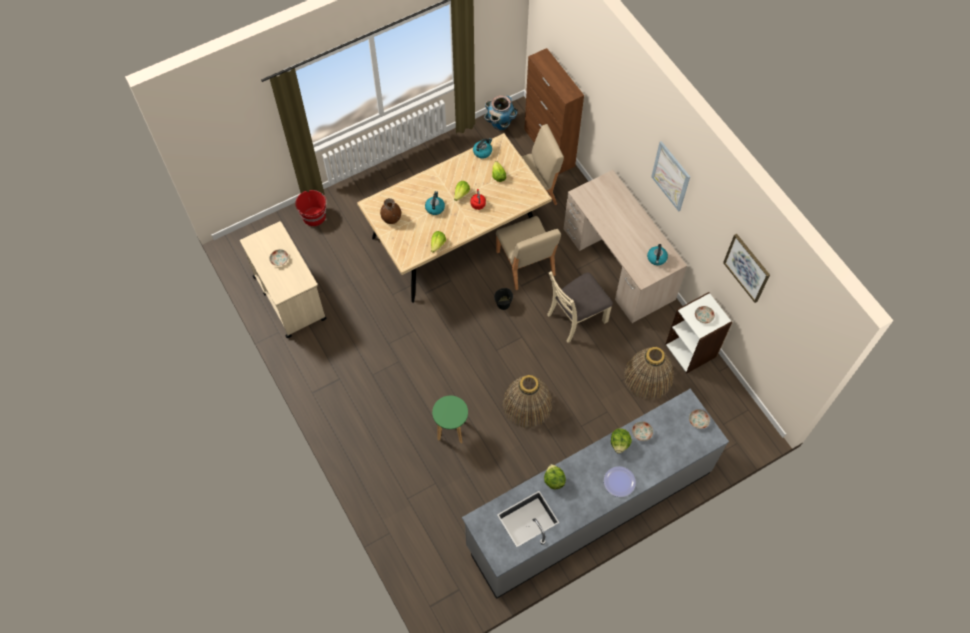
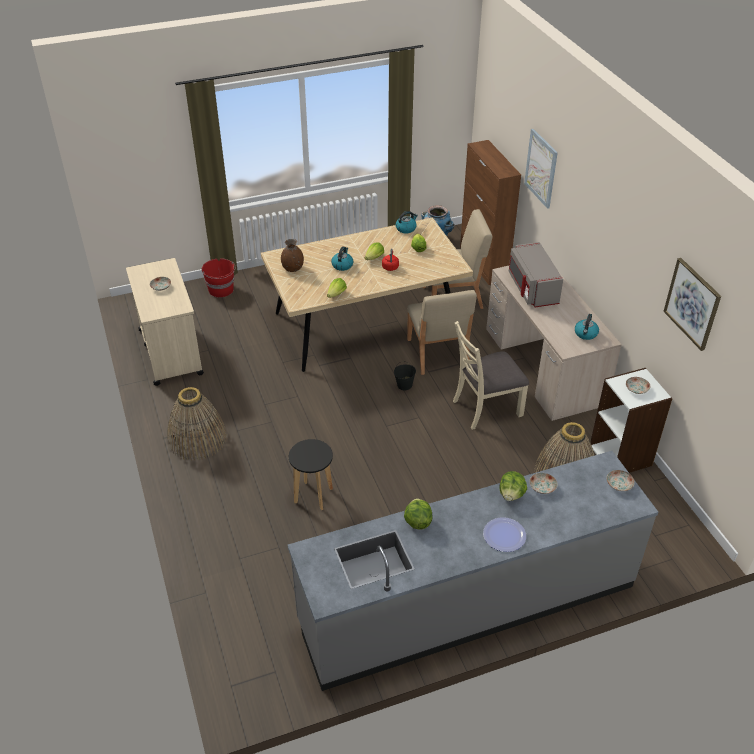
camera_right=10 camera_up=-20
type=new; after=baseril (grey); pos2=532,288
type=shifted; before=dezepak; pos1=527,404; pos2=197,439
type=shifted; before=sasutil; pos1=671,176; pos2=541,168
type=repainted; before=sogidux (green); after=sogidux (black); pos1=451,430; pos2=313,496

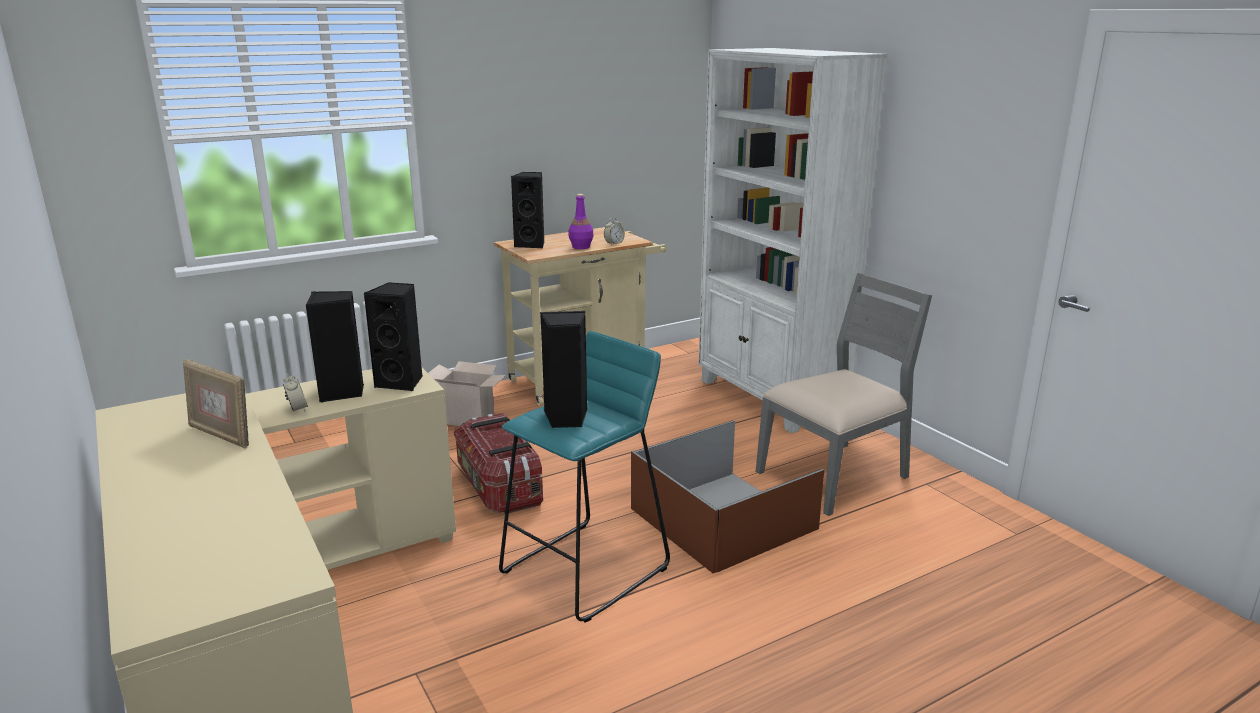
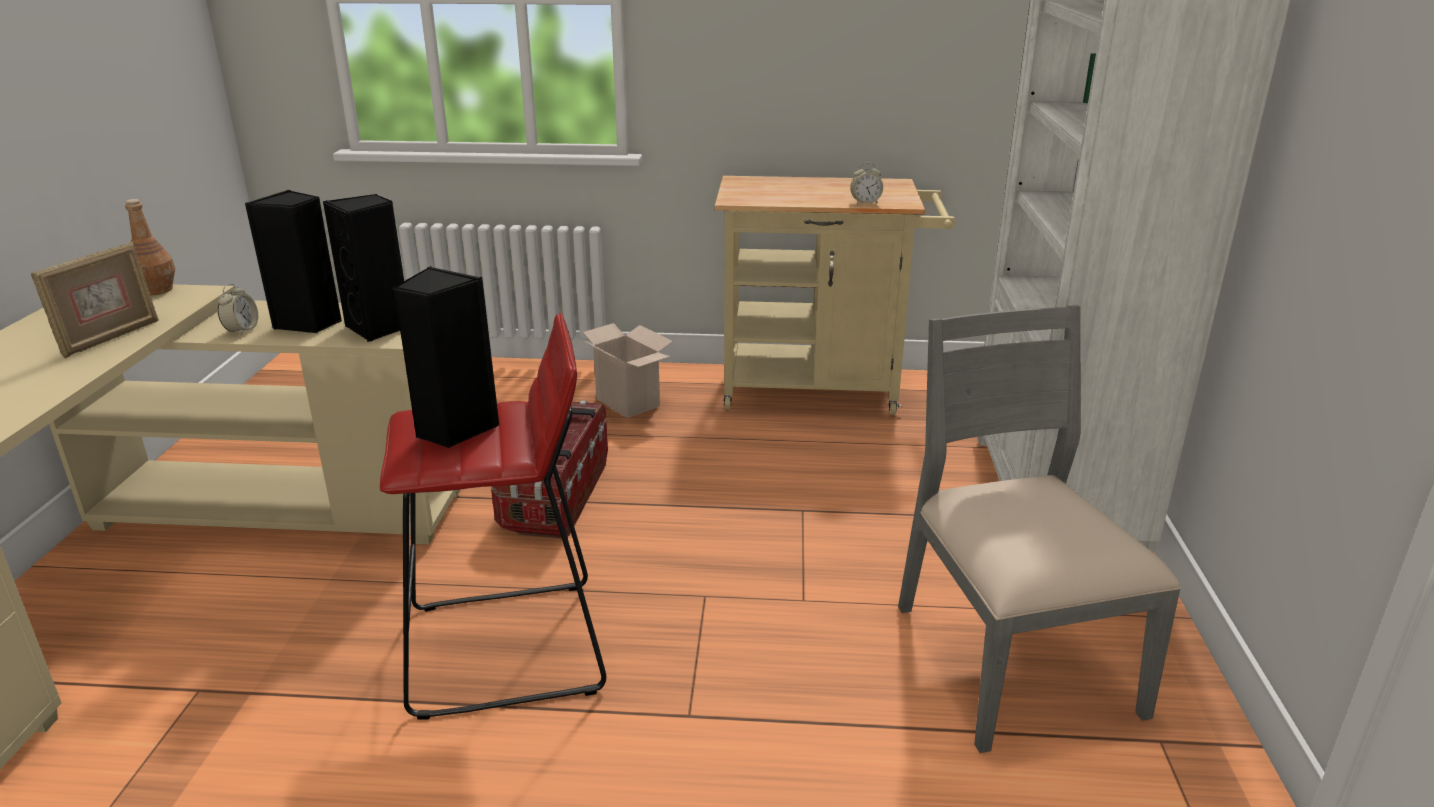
camera_right=35 camera_up=5
type=gone; before=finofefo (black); pos1=532,244
type=gone; before=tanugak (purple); pos1=580,247
type=gone; before=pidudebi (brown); pos1=724,520
type=new; after=tanugak (brown); pos2=156,290
type=repainted; before=sogidux (turquoise); after=sogidux (red); pos1=586,570; pos2=508,648
type=rotated; before=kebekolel; pos1=221,435; pos2=109,338; turn=-135
type=rotated; before=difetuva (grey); pos1=835,475; pos2=1009,658; turn=-105

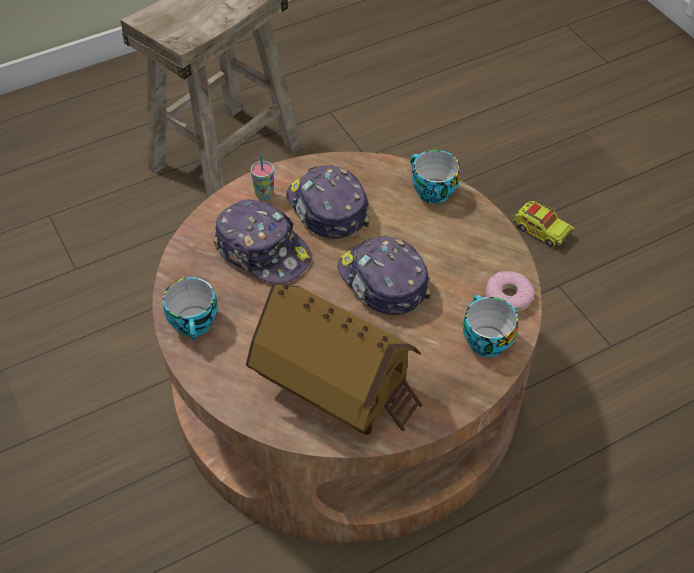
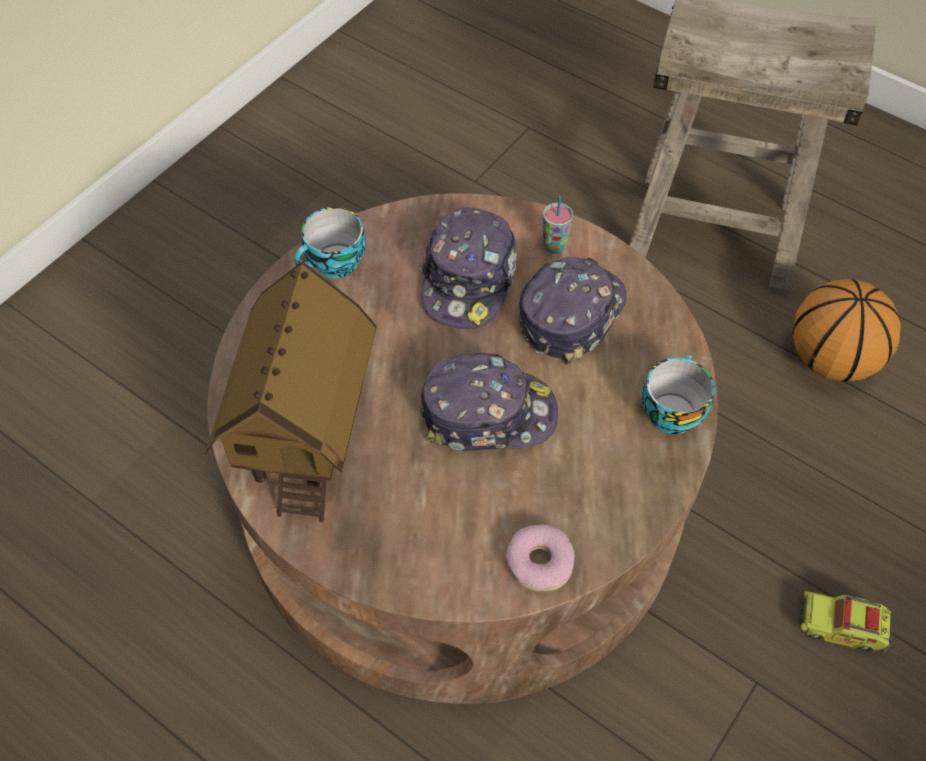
camera_right=65 camera_up=5
type=gone; before=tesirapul; pos1=484,340
type=new; after=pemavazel; pos2=830,358
type=rotated; before=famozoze; pos1=382,282; pos2=487,413; turn=60
type=rotated; before=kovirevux; pos1=541,230; pos2=841,626; turn=90

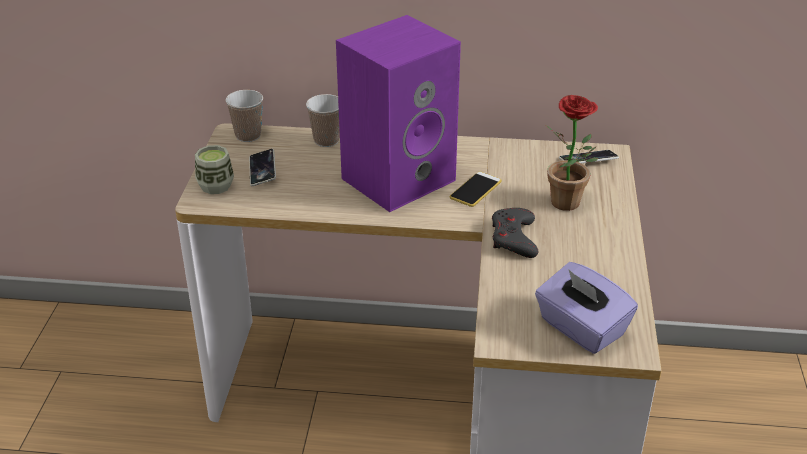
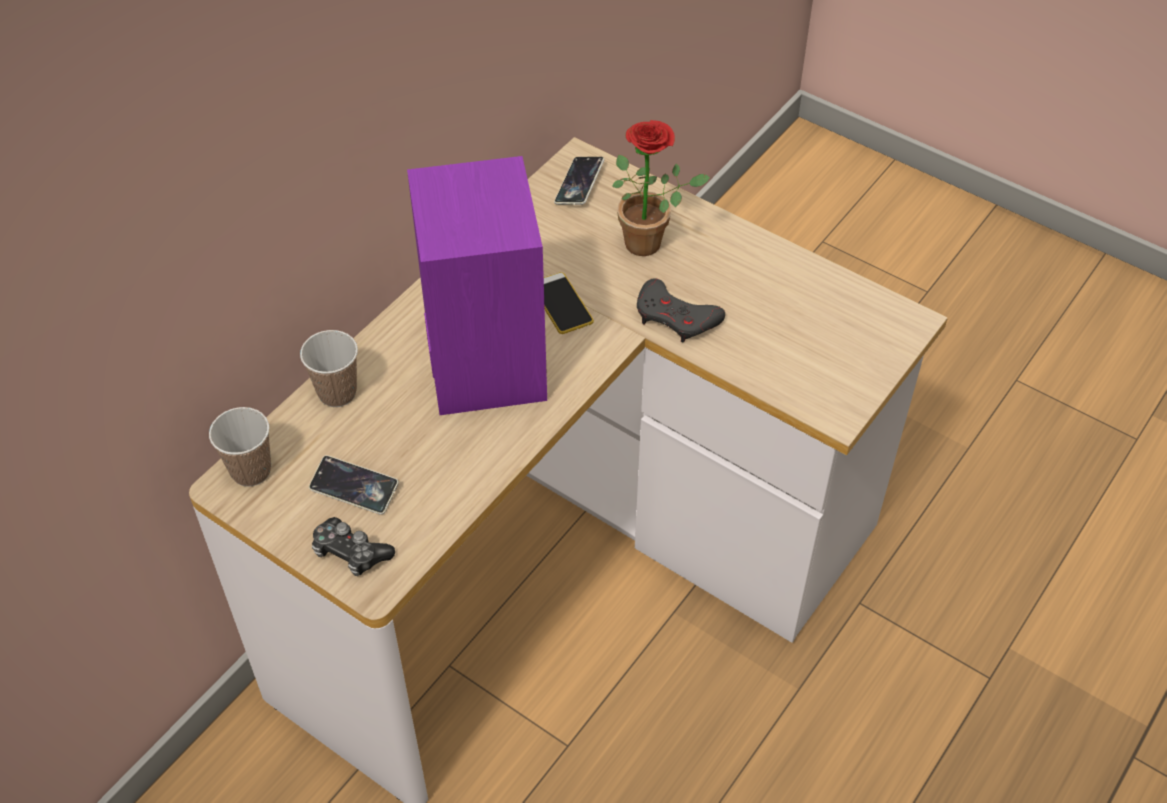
camera_right=-60 camera_up=15
type=gone; before=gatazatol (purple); pos1=581,329
type=swapped; before=tesirapul; after=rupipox; pos1=216,186; pos2=350,553

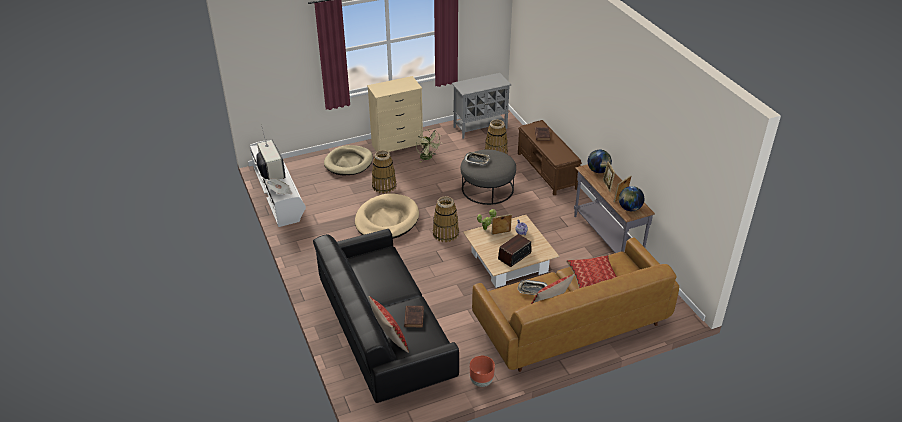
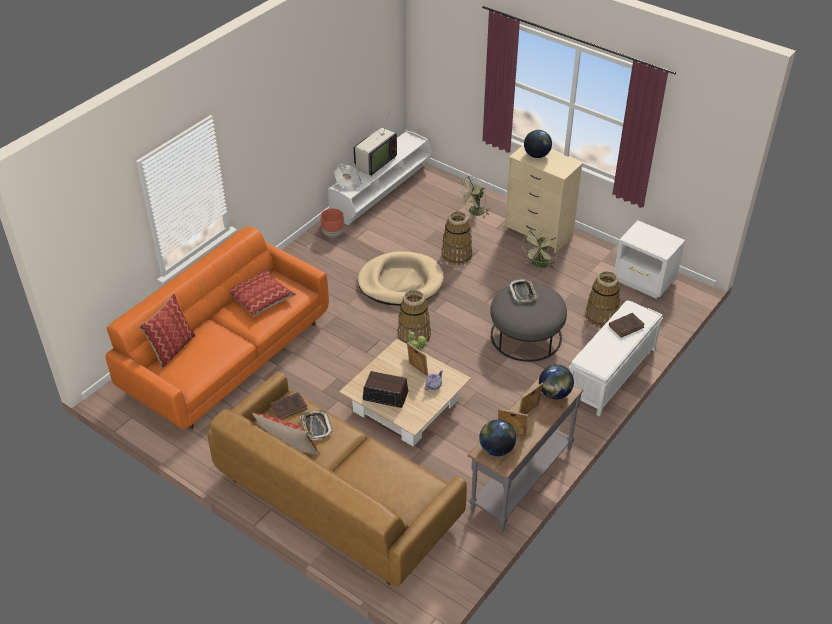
camera_right=60 camera_up=5
type=new; after=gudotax; pos2=536,155
type=shifted; before=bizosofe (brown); pos1=414,317; pos2=289,407
type=shifted; before=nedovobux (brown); pos1=481,382; pos2=332,234
type=shifted; before=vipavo; pos1=593,277; pos2=261,298
type=swapped; before=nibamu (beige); after=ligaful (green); pos1=349,162; pos2=474,213
type=swapped; before=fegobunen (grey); after=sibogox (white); pos1=480,127; pos2=644,282
type=repainted; before=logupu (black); after=logupu (orange); pos1=383,333; pos2=226,355
type=repainted; before=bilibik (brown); after=bilibik (white); pos1=547,171; pos2=610,374

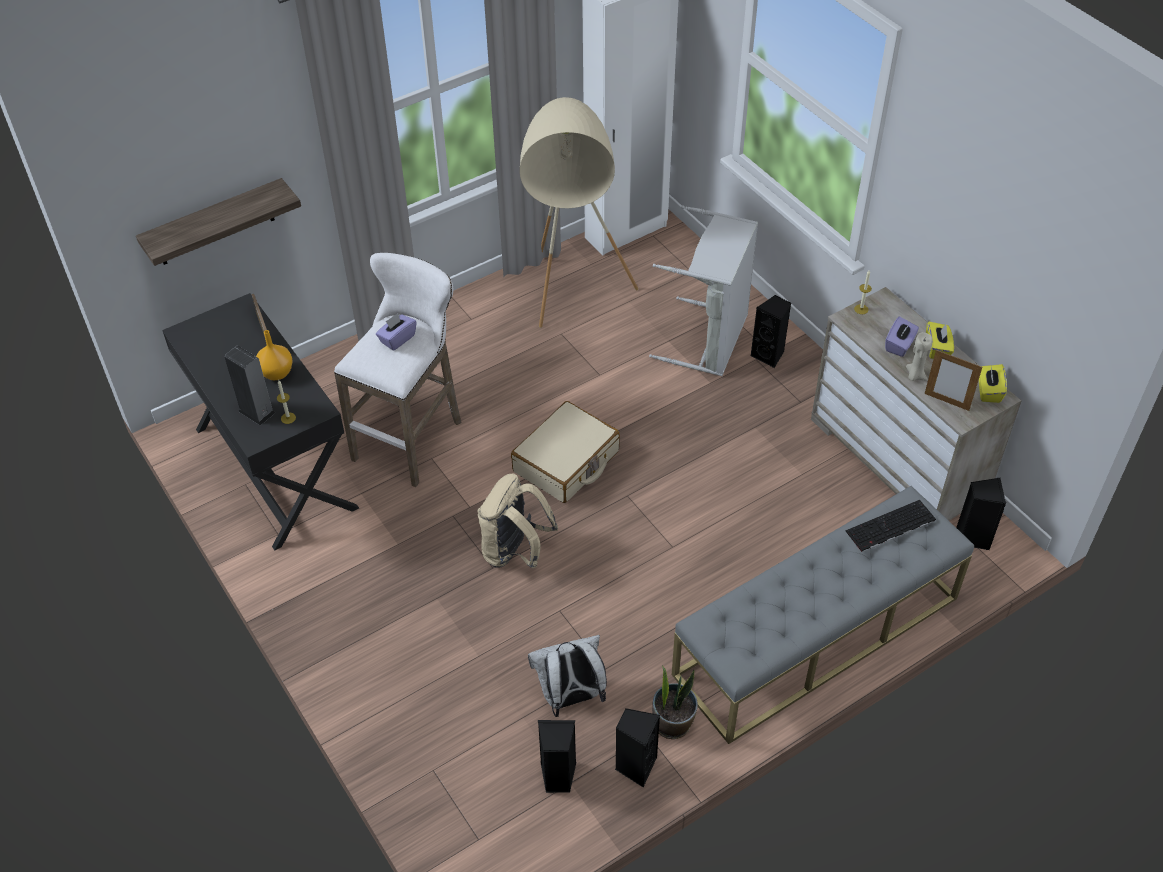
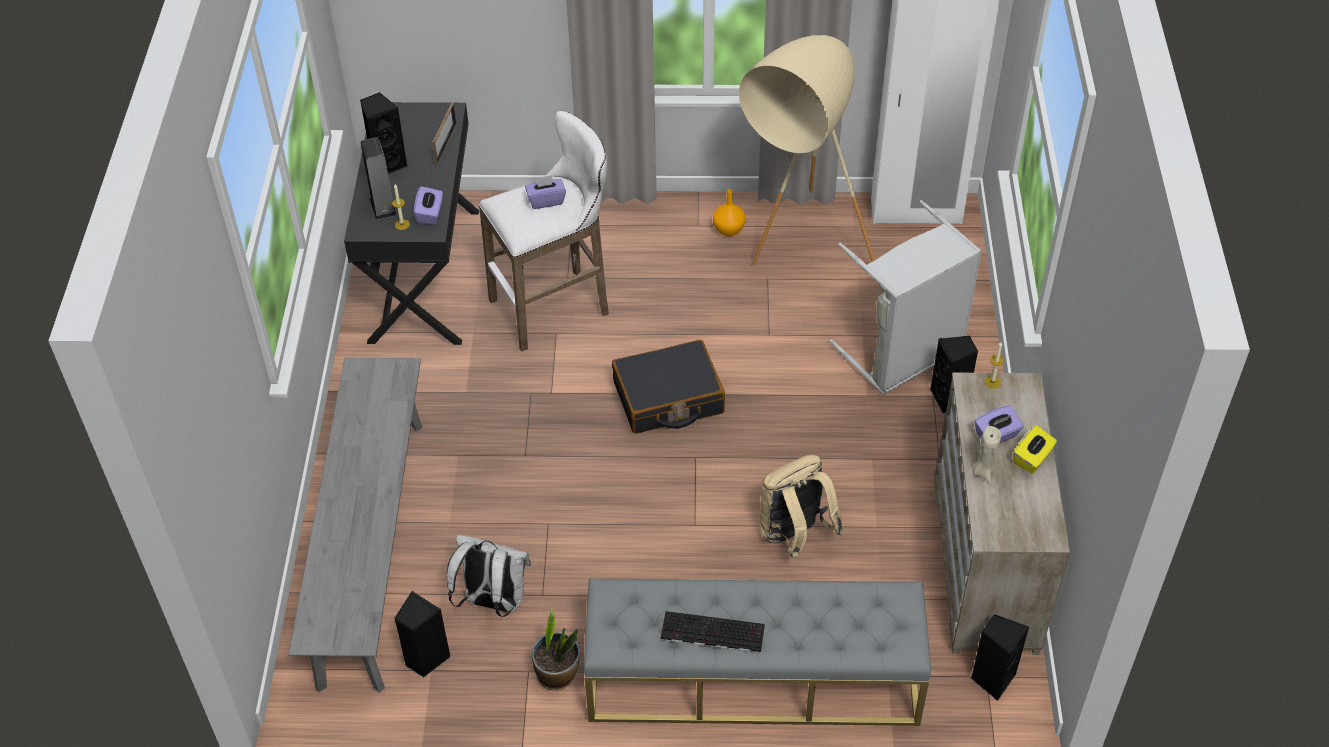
camera_right=35 camera_up=0
type=gone; before=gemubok; pos1=214,223
type=gone; before=kebekolel; pos1=946,402
type=gone; before=gatazatol (yellow); pos1=988,391
type=new; after=bilibik (grey); pos2=371,549
type=new; after=gatazatol (purple); pos2=430,214
type=shifted; before=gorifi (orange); pos1=276,373; pos2=728,230
type=shifted; before=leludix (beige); pos1=515,552; pos2=794,536
type=shifted; before=finofefo (black); pos1=635,766; pos2=387,164
type=shifted; before=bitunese; pos1=890,527; pos2=711,633
type=repainted; before=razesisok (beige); after=razesisok (black); pos1=566,462; pos2=668,398

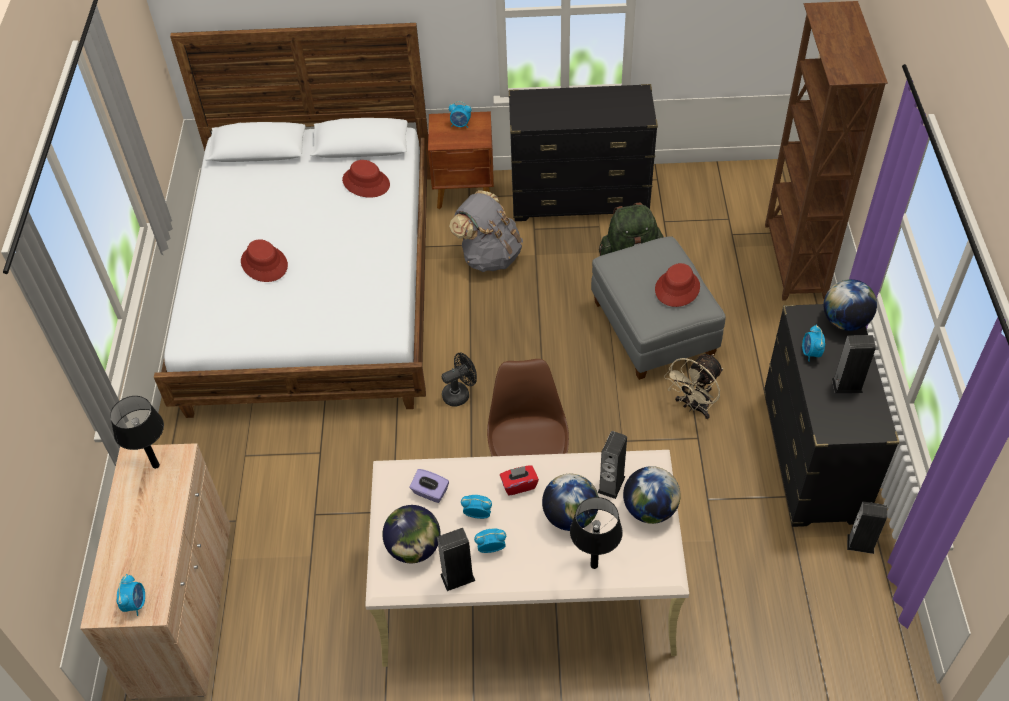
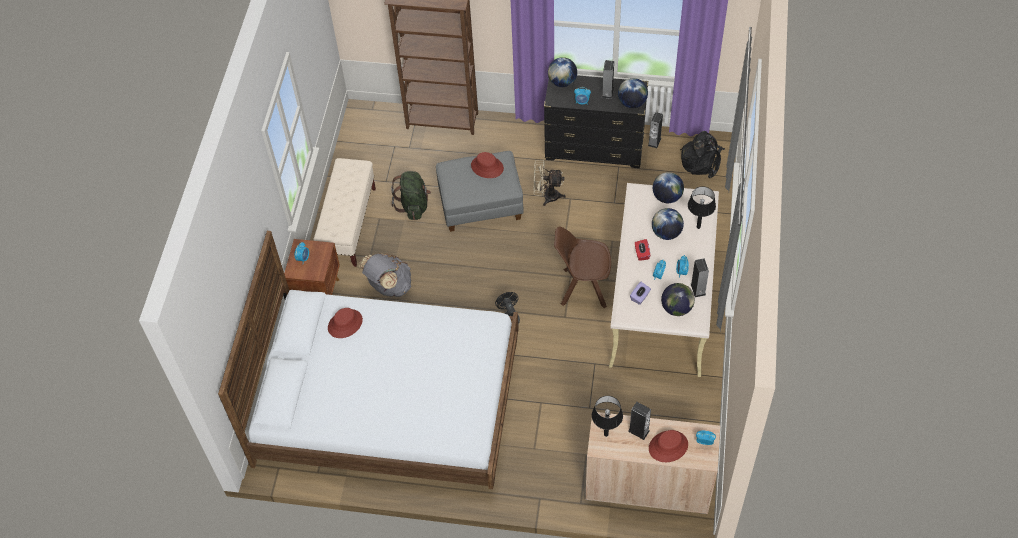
camera_right=-80 camera_up=5
type=new; after=gudotax; pos2=632,103
type=new; after=leludix (black); pos2=701,160
type=shifted; before=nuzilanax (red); pos1=264,263; pos2=668,446
type=shifted; before=finofefo; pos1=611,484; pos2=638,430
type=swapped; before=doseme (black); after=bilibik (beige); pos1=579,199; pos2=349,225
type=rotated; before=ligaful (beige); pos1=693,406; pos2=546,196; turn=135

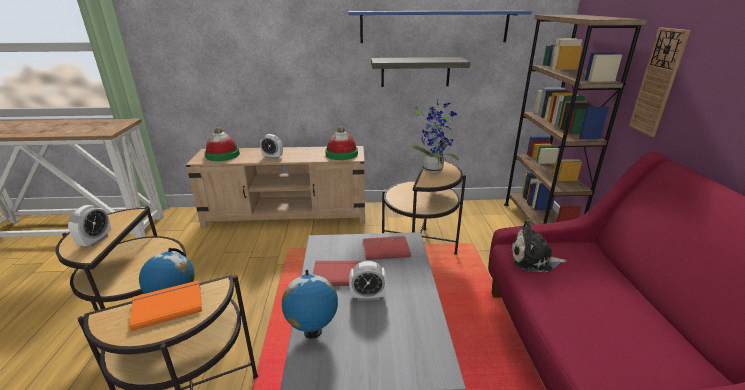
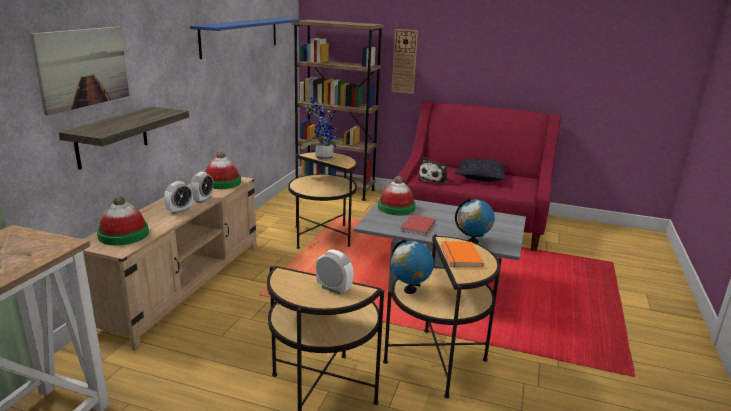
camera_right=-70 camera_up=-5
type=new; after=sasutil; pos2=83,67
type=new; after=vipavo; pos2=481,177
type=shifted; before=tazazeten; pos1=368,296; pos2=203,200
type=shifted; before=gemubok; pos1=415,72; pos2=112,137
type=swapped; before=bizosofe (red); after=nuzilanax; pos1=385,248; pos2=396,208

